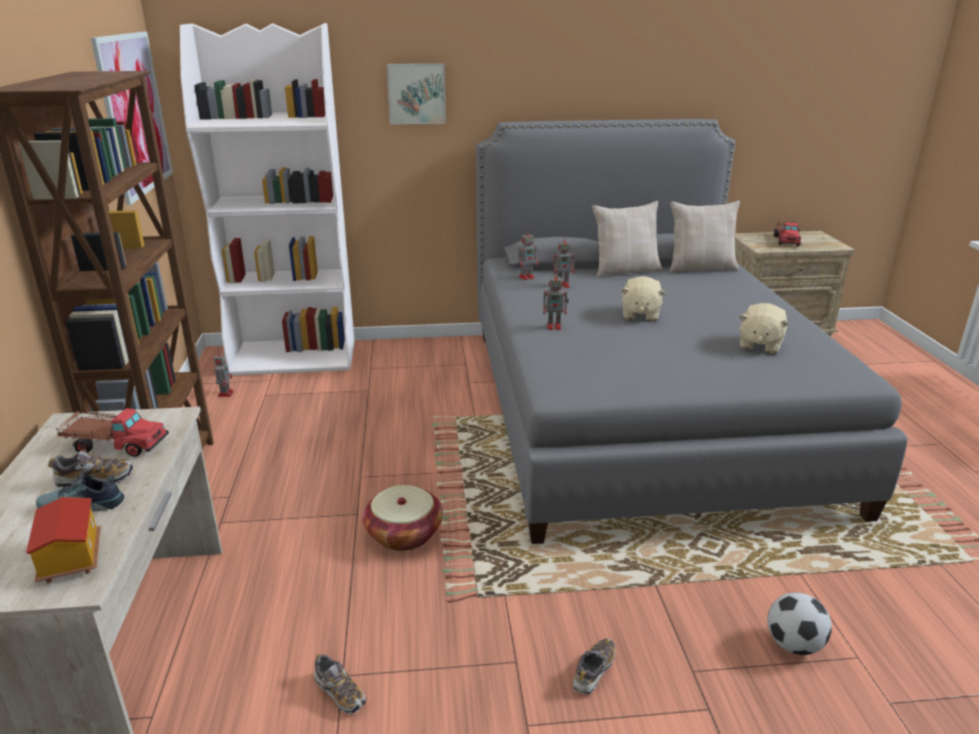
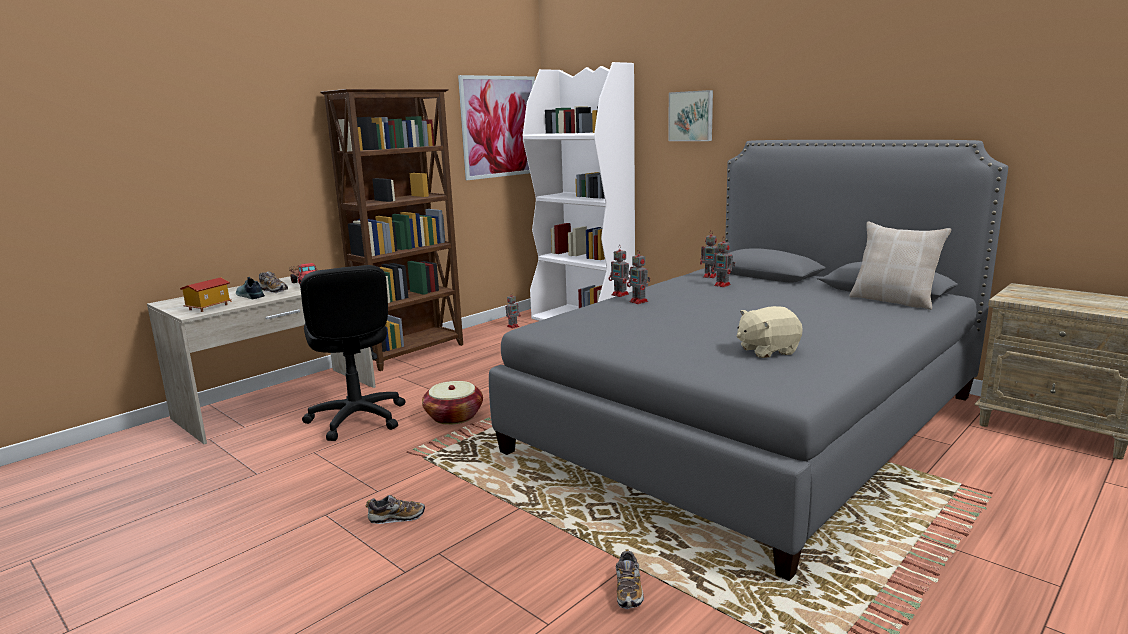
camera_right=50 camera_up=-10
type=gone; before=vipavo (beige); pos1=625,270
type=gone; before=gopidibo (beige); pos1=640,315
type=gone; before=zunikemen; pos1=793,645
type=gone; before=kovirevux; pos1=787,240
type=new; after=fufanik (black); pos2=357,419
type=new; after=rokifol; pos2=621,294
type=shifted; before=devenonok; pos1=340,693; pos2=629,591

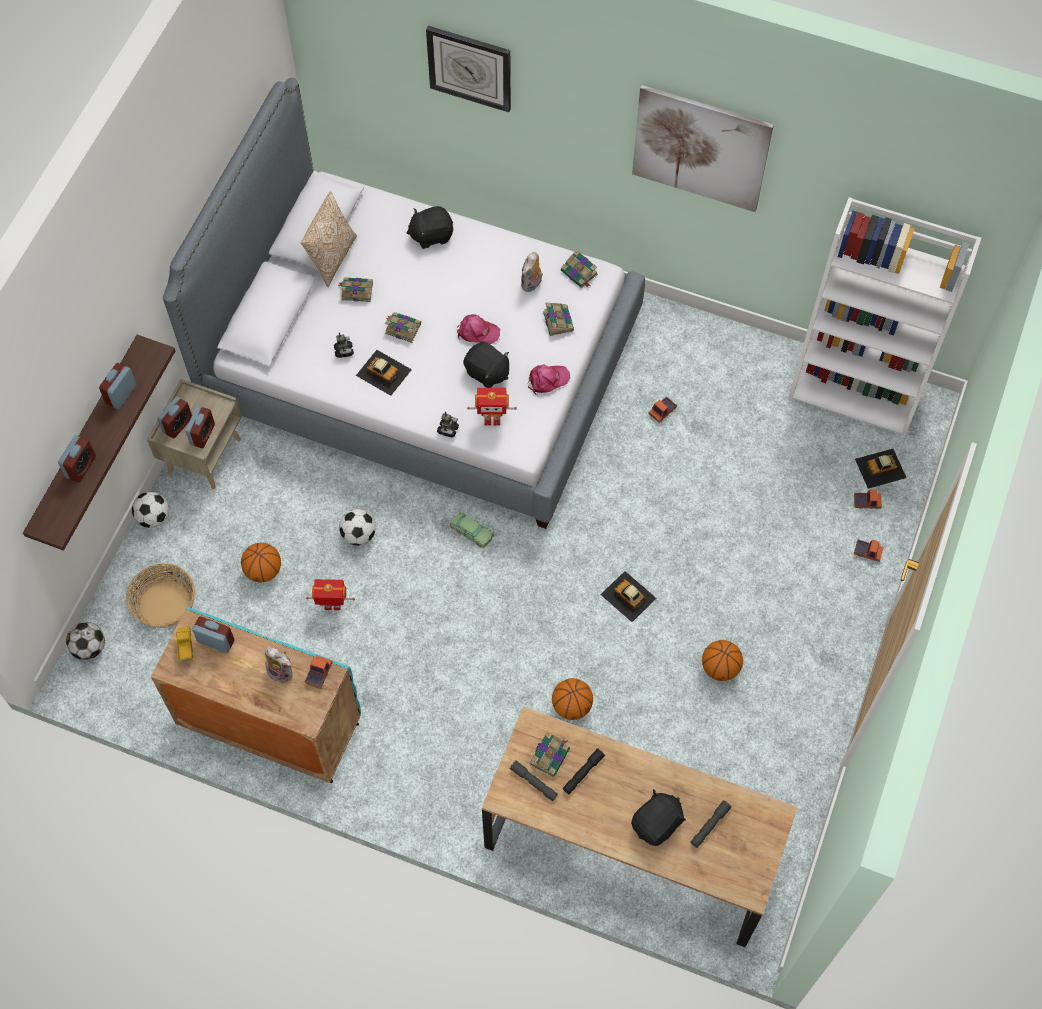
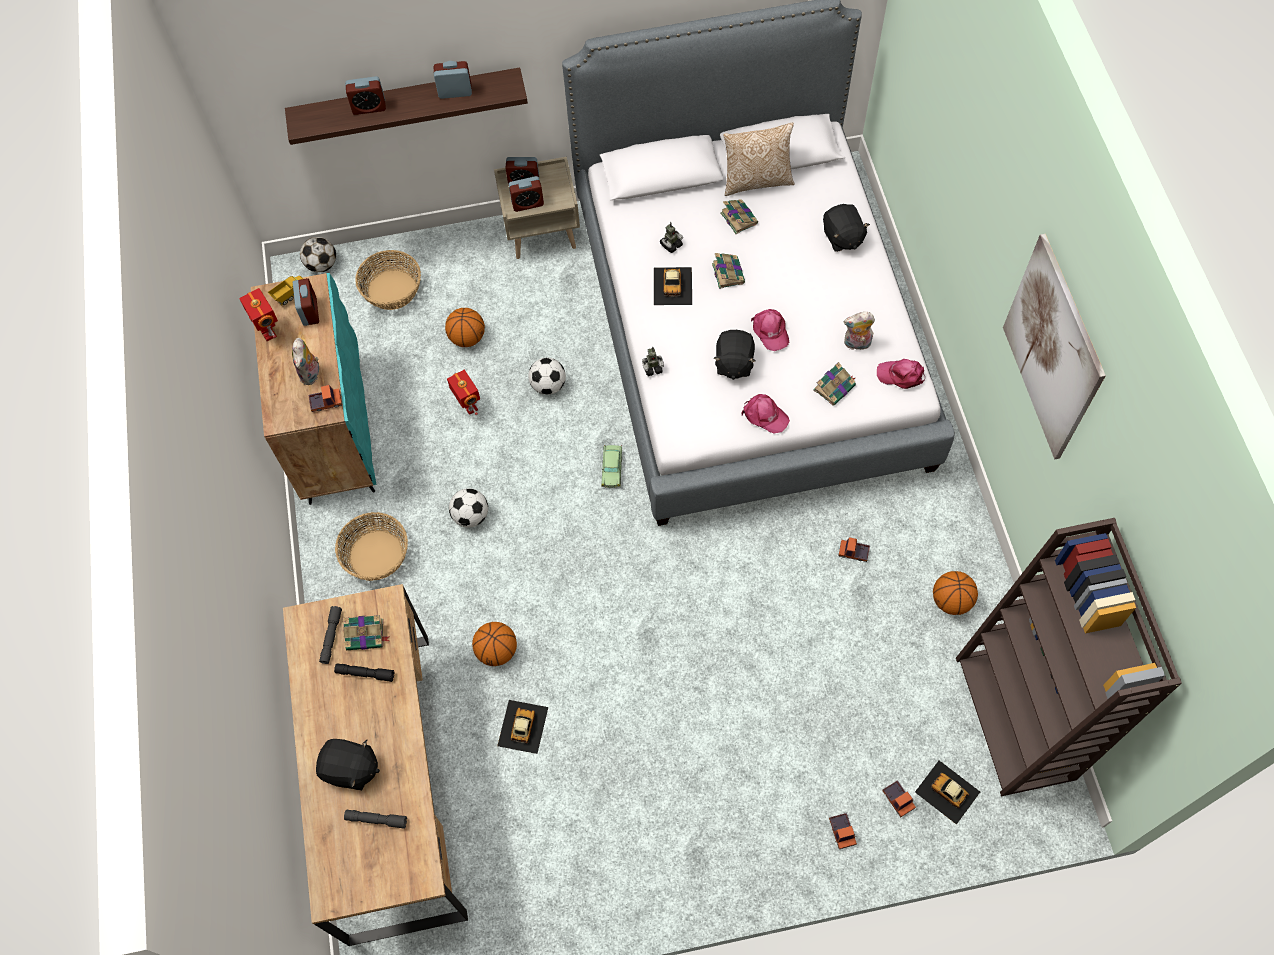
camera_right=60 camera_up=0
type=gone; before=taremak; pos1=470,67
type=new; after=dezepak; pos2=377,555
type=shifted; before=zunikemen; pos1=153,517; pos2=471,516
type=shifted; before=rokifol; pos1=492,419; pos2=269,332
type=shifted; before=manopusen; pos1=628,596; pos2=522,726
type=shifted; before=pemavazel; pos1=720,668; pos2=951,601
type=swapped; before=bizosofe; after=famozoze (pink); pos1=579,273; pos2=901,375
type=repainted; before=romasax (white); after=romasax (brown); pos1=856,392; pos2=1016,718
type=rotated; before=gopidibo (black); pos1=431,235; pos2=842,237; turn=-150

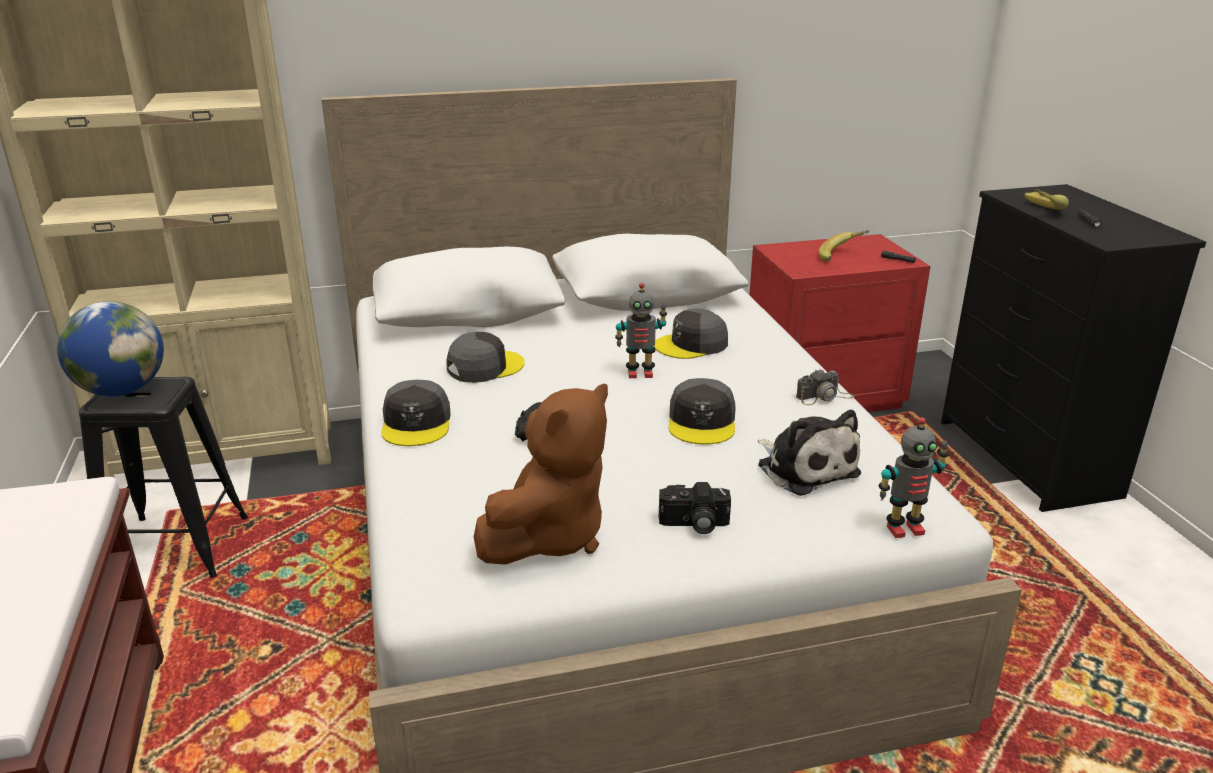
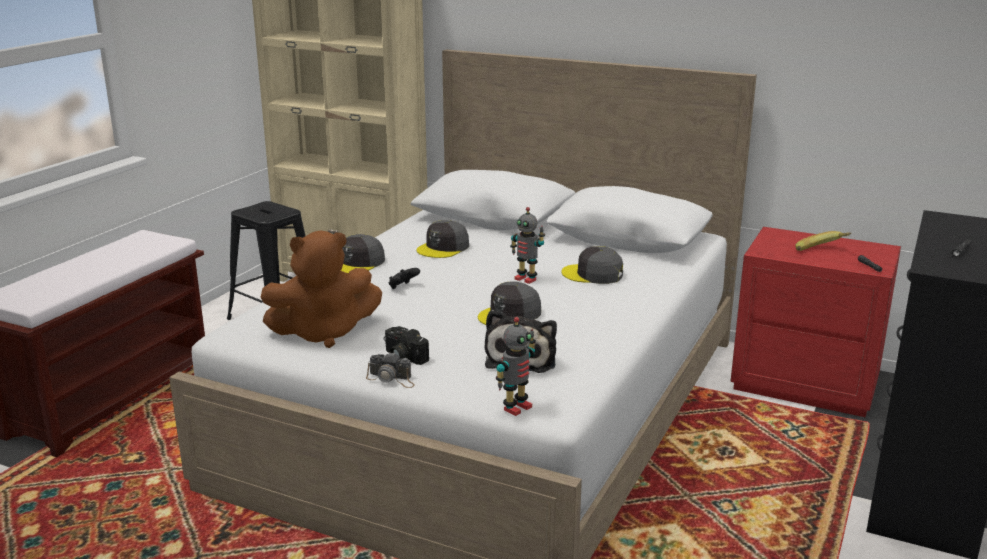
camera_right=40 camera_up=-5
type=gone; before=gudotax; pos1=122,391
type=gone; before=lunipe; pos1=1036,211
type=shifted; before=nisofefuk; pos1=824,397; pos2=391,379
type=rotated; before=famozoze (grey); pos1=484,367; pos2=443,248; turn=120
type=rotated; before=rokifol; pos1=904,528; pos2=516,407; turn=-75

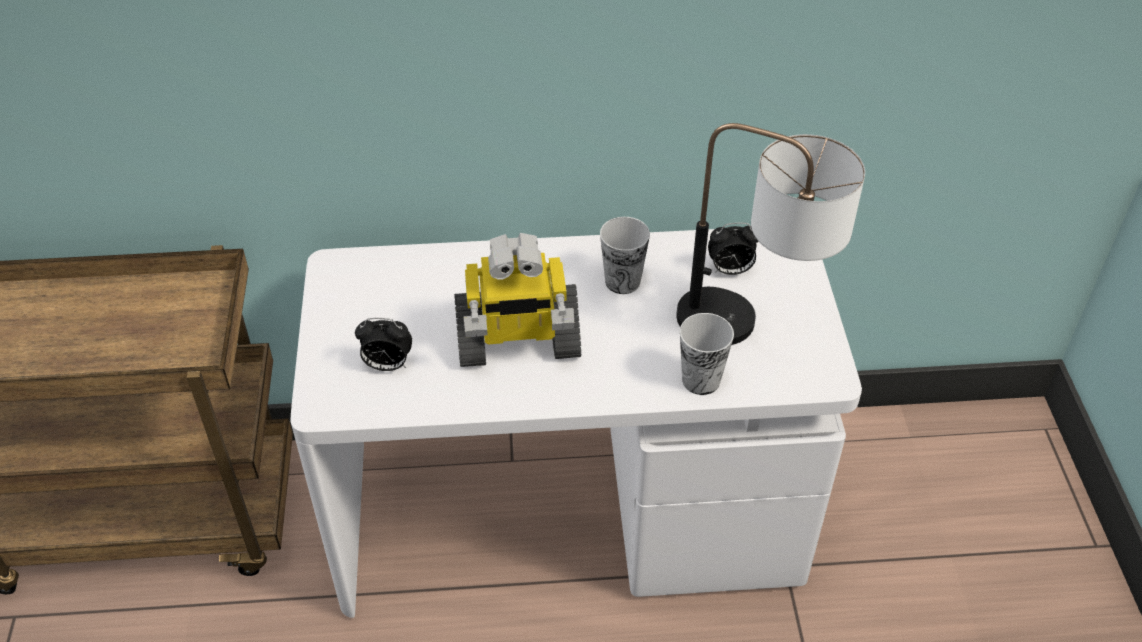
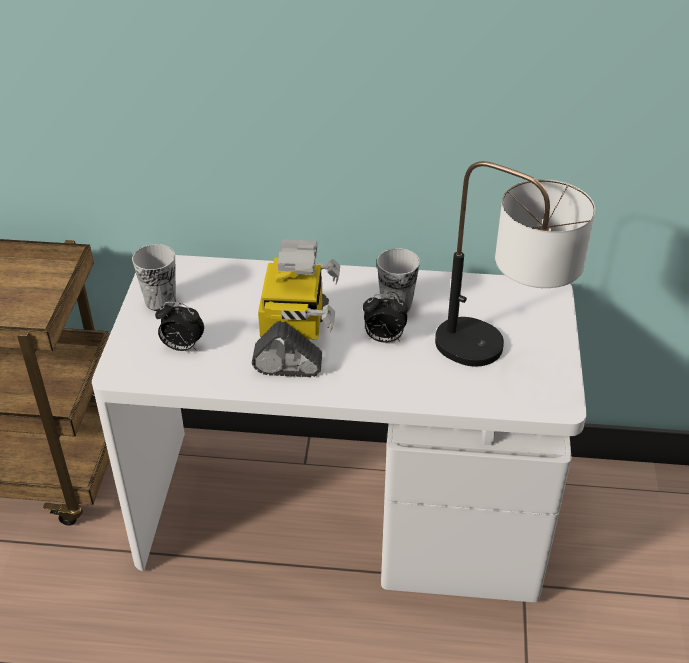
camera_right=10 camera_up=-5
type=shifted; before=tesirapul; pos1=701,380; pos2=160,301
type=shifted; before=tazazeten; pos1=730,270; pos2=384,339
type=rotated; before=rokifol; pos1=517,341; pos2=294,341; turn=-90

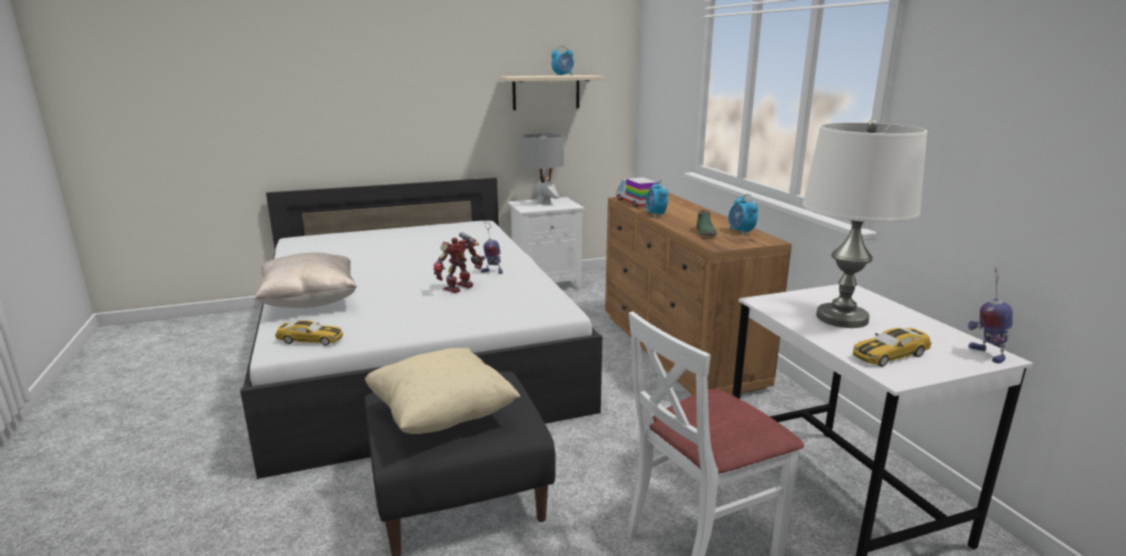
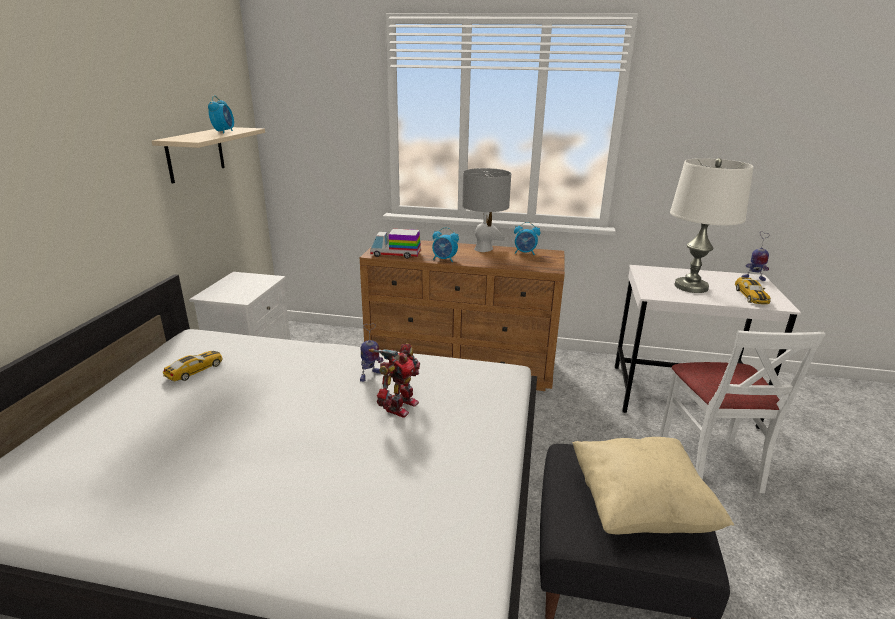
camera_right=-60 camera_up=5
type=gone; before=vipavo (beige); pos1=310,302
type=gone; before=devenonok (green); pos1=706,233
type=shifted; before=manopusen; pos1=311,340; pos2=195,370
type=shifted; before=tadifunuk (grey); pos1=544,202; pos2=483,249
type=rotated; before=rokifol; pos1=460,288; pos2=399,406; turn=-135

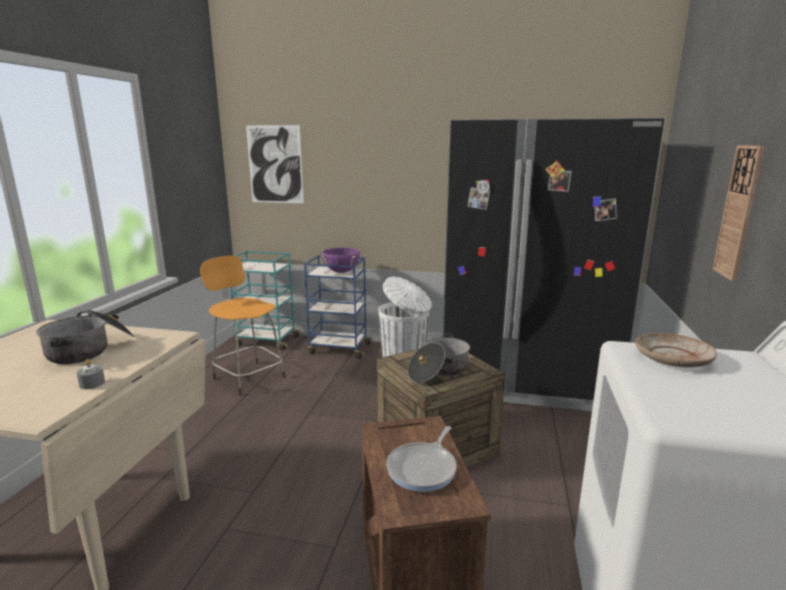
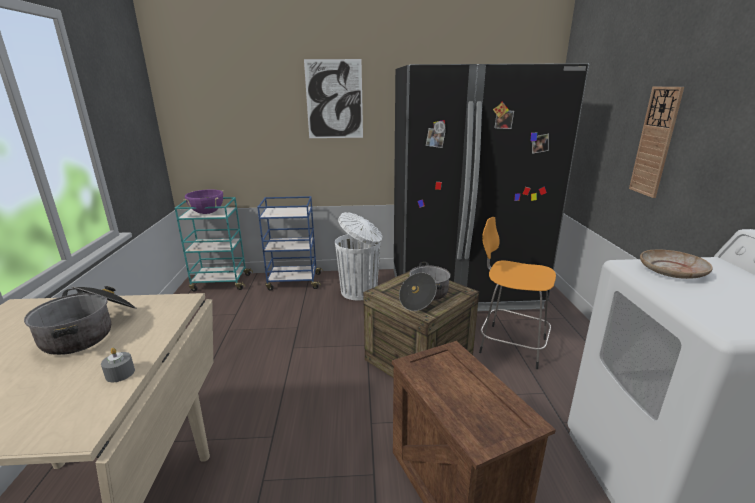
camera_right=-15 camera_up=5
type=gone; before=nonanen; pos1=424,468
type=shifted; before=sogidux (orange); pos1=247,377; pos2=510,345
type=shifted; before=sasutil; pos1=275,164; pos2=334,99
type=shifted; before=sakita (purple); pos1=341,272; pos2=207,213

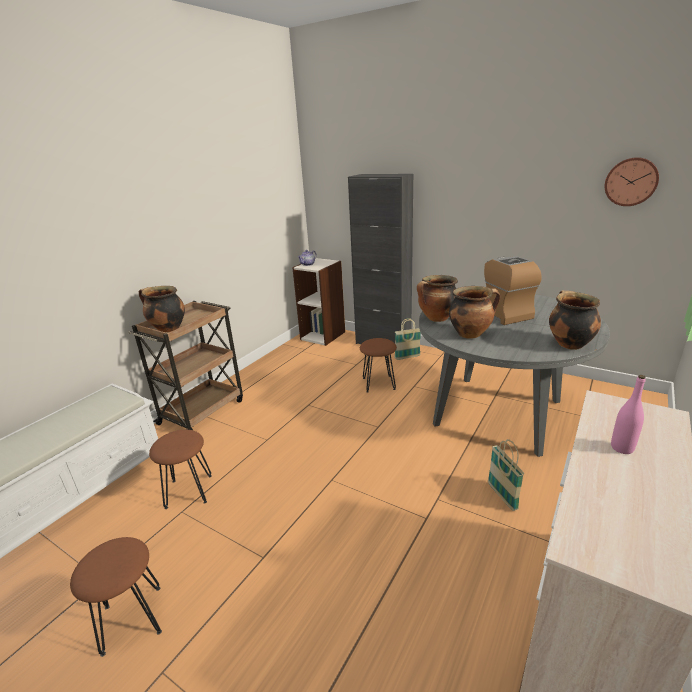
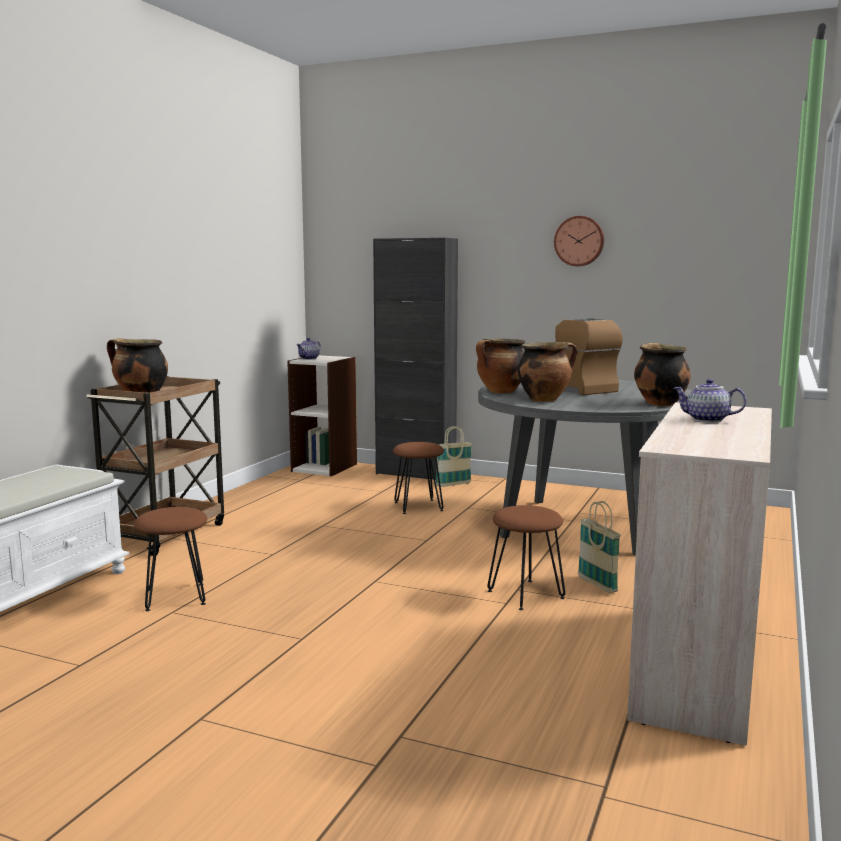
camera_right=-10 camera_up=-15
type=shifted; before=sogidux (brown); pos1=131,619; pos2=525,594
type=shifted; before=taremak; pos1=631,181; pos2=579,241
type=swapped; before=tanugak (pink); after=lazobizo; pos1=622,448; pos2=707,420

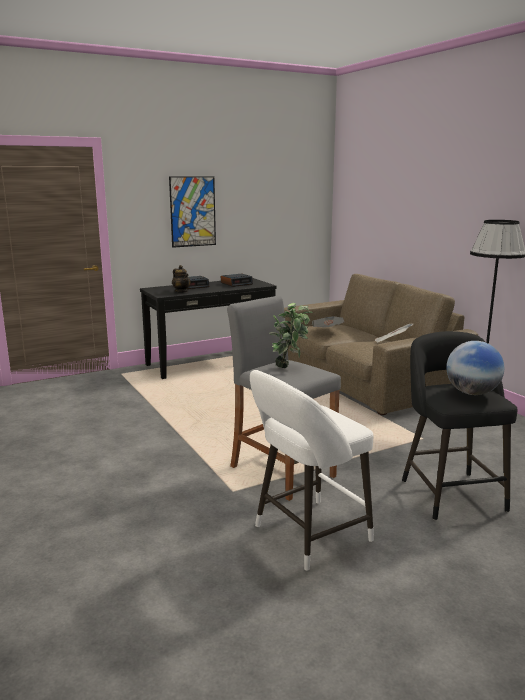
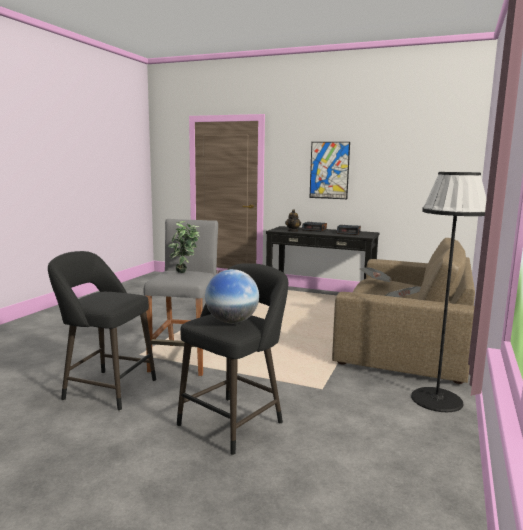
camera_right=50 camera_up=-5
type=repainted; before=sogidux (white); after=sogidux (black); pos1=307,536; pos2=106,389

